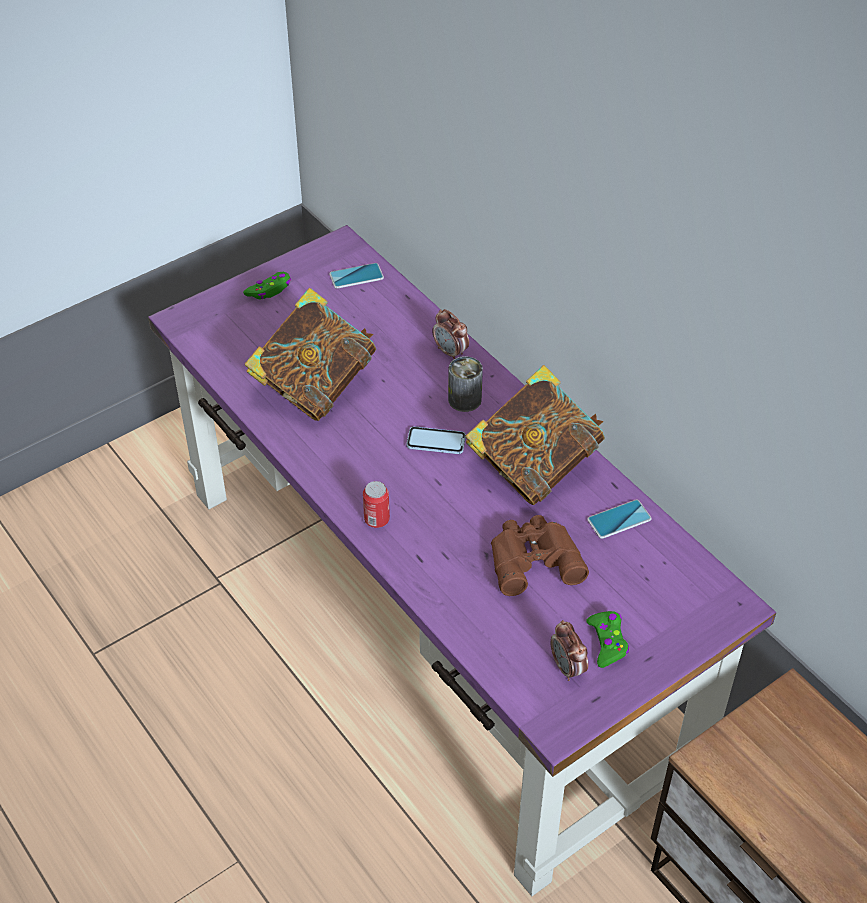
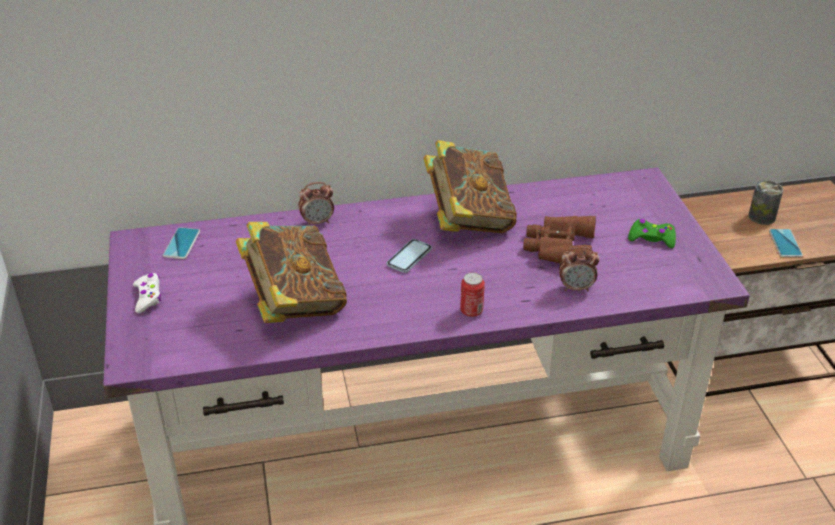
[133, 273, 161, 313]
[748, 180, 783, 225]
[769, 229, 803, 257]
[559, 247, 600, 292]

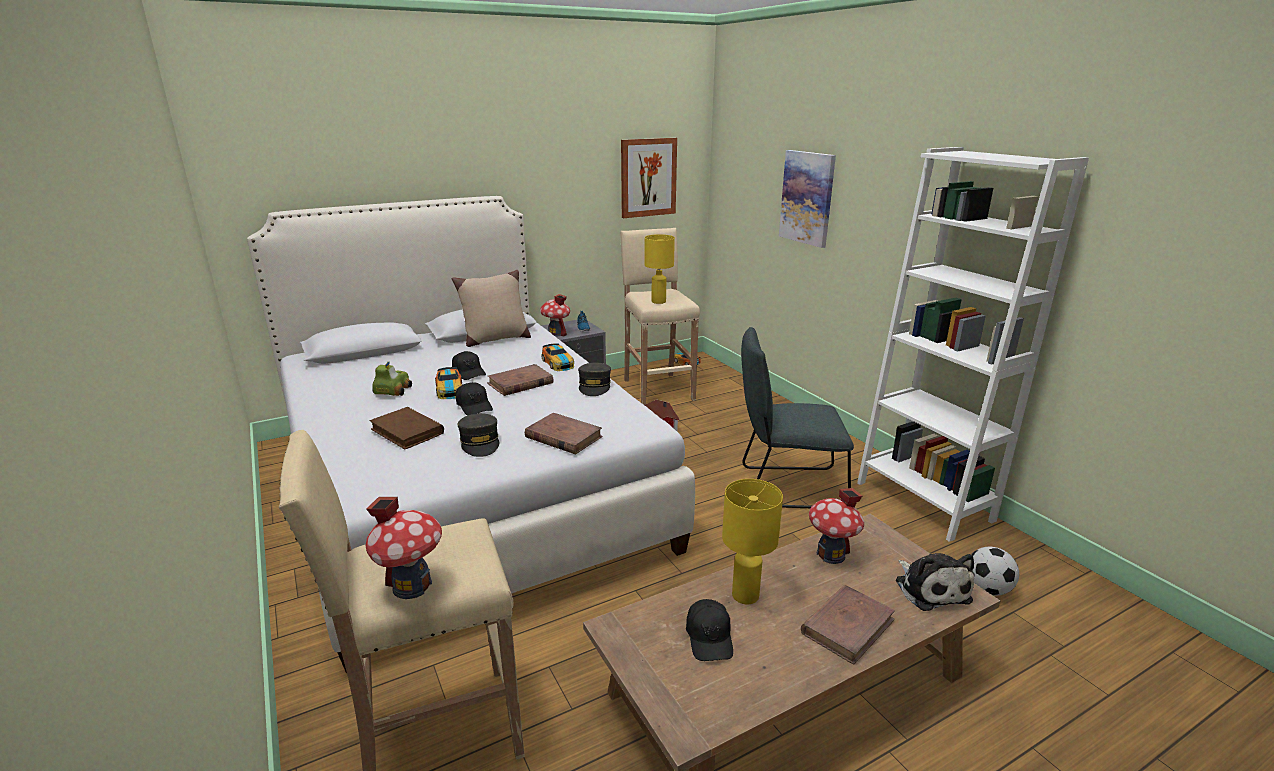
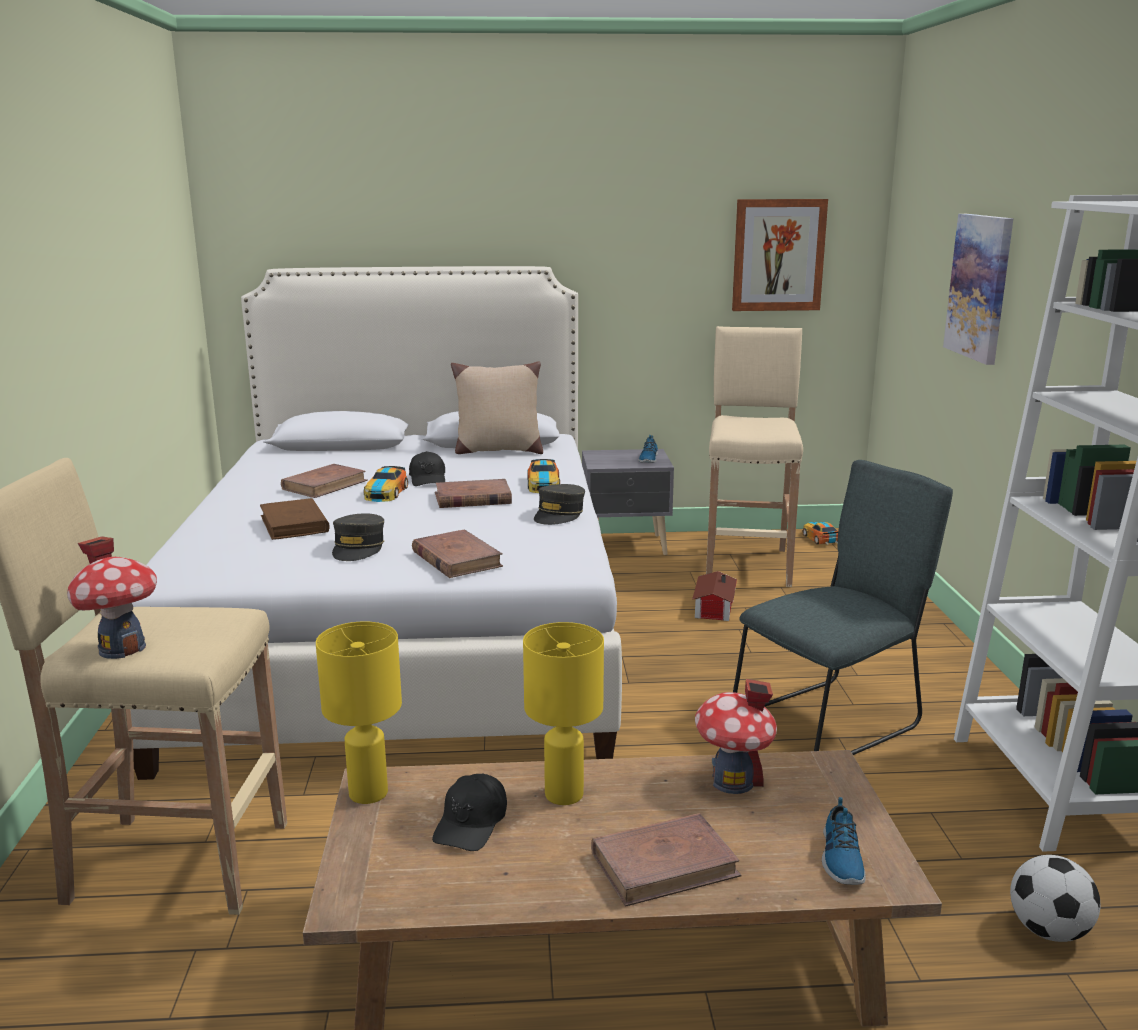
[316, 621, 402, 804]
[540, 294, 570, 337] (first image)
[733, 460, 953, 755]
[281, 464, 368, 498]
[456, 382, 493, 415] (first image)
[822, 797, 866, 885]

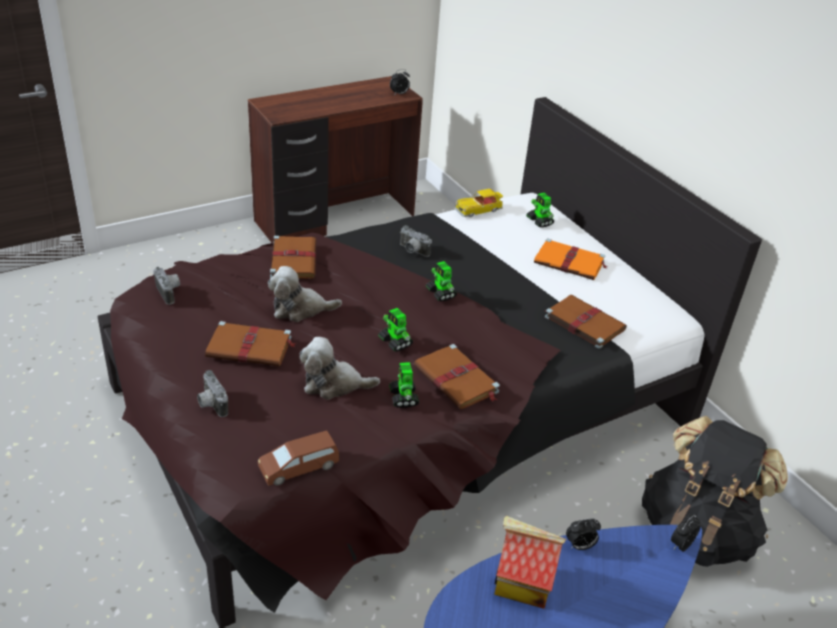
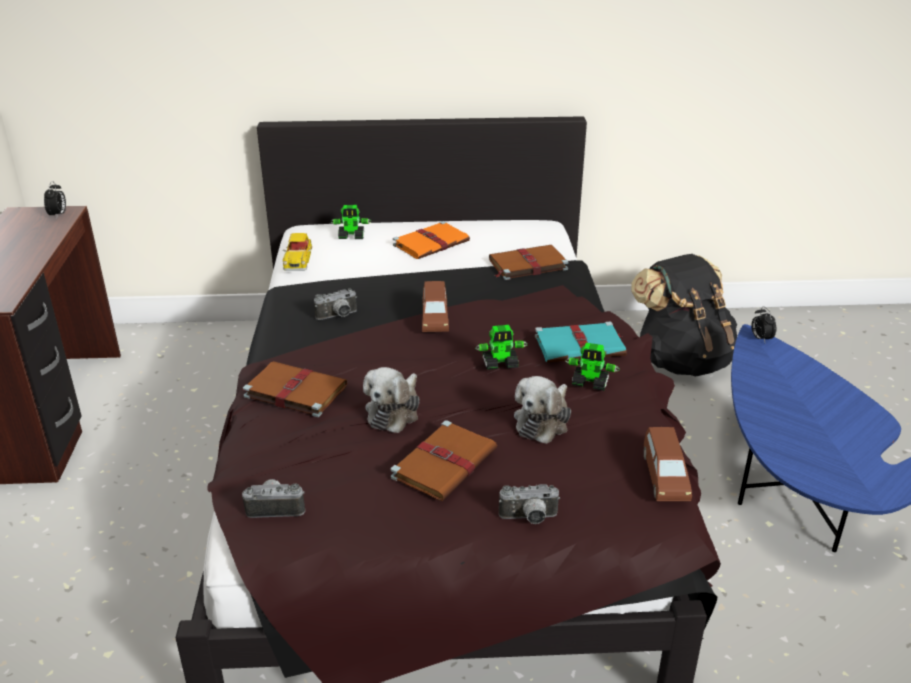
[422, 281, 449, 332]
[535, 322, 627, 362]
[494, 516, 566, 609] (first image)
[566, 518, 601, 550] (first image)

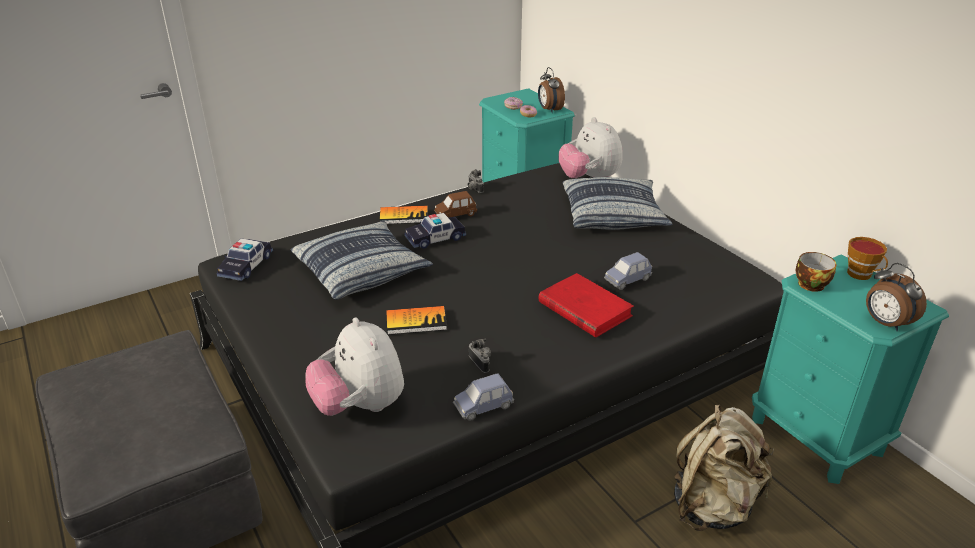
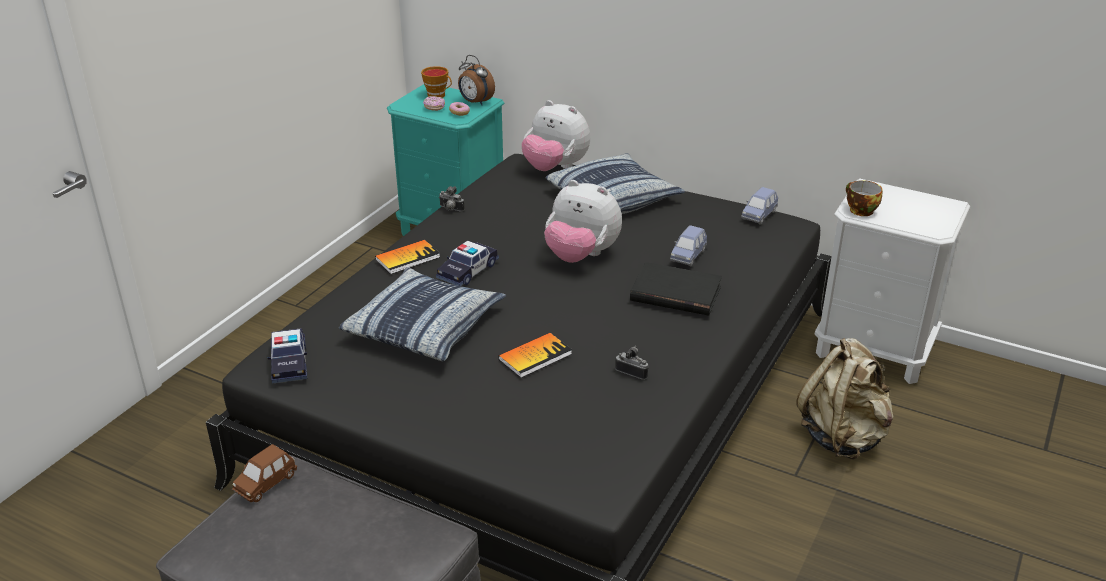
[232, 444, 297, 502]
[421, 66, 452, 98]
[815, 178, 970, 384]
[866, 263, 927, 331] (first image)
[630, 262, 722, 316]
[544, 180, 622, 263]
[741, 187, 778, 225]

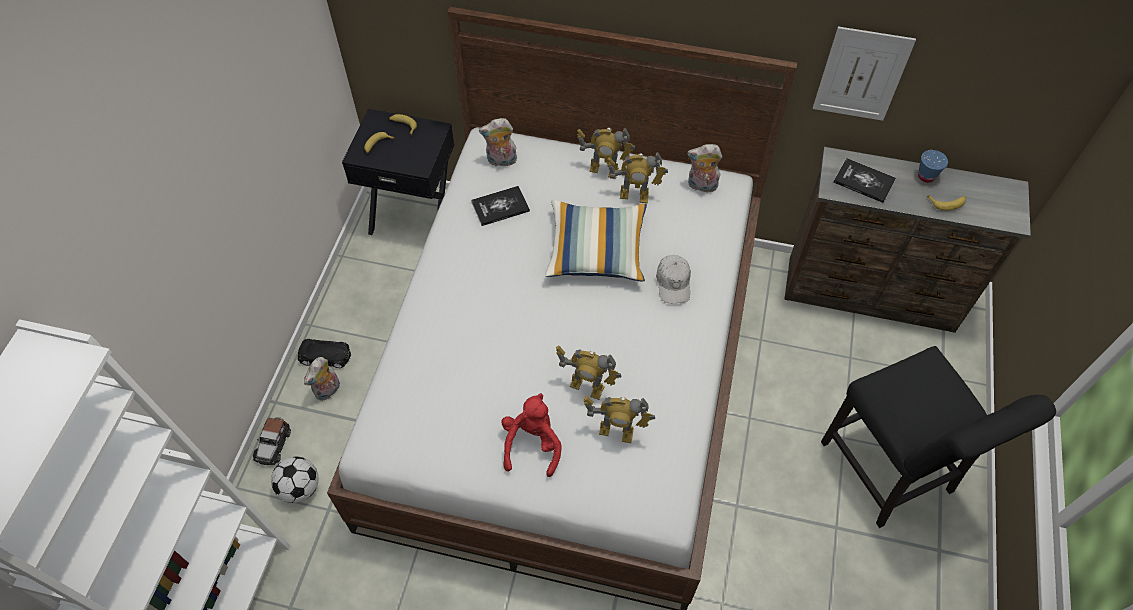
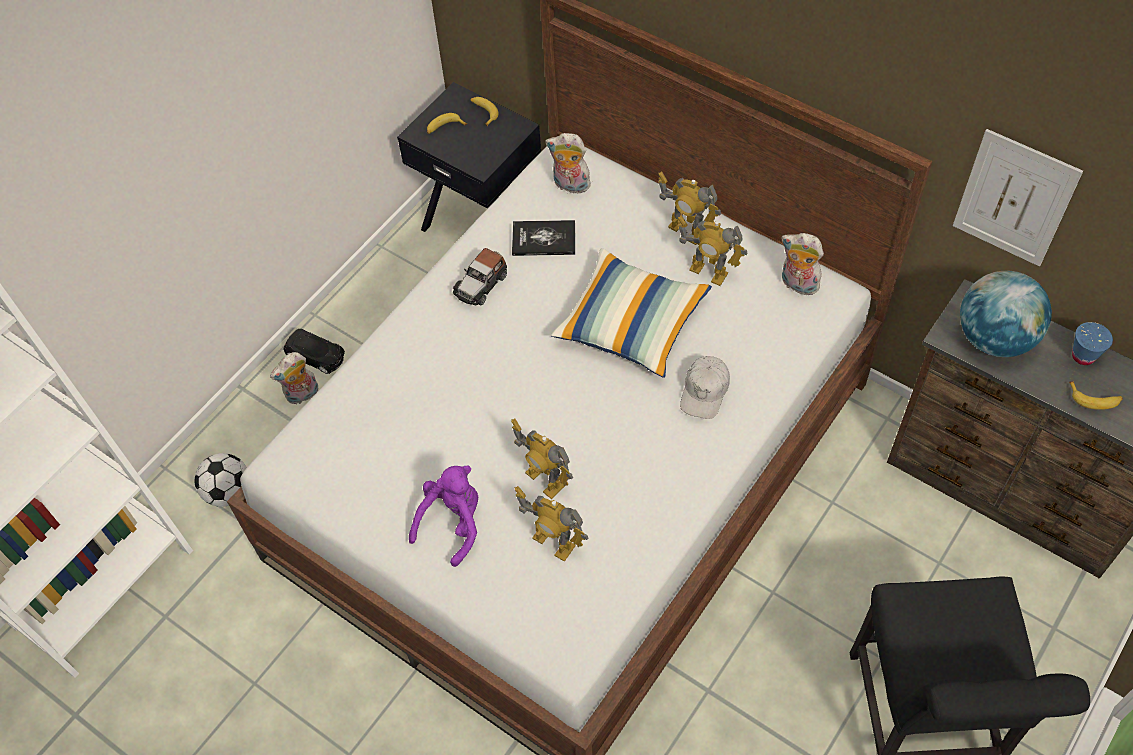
[960, 271, 1052, 357]
[409, 466, 478, 567]
[453, 248, 507, 306]

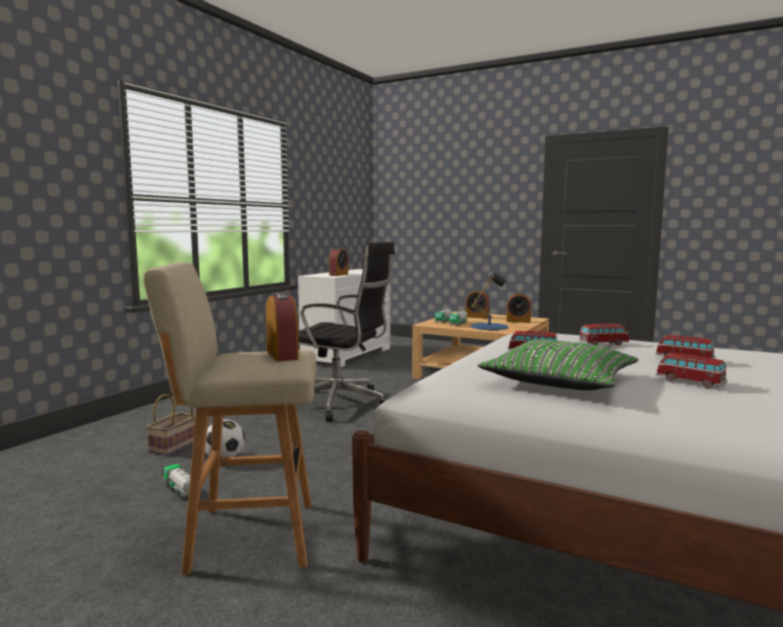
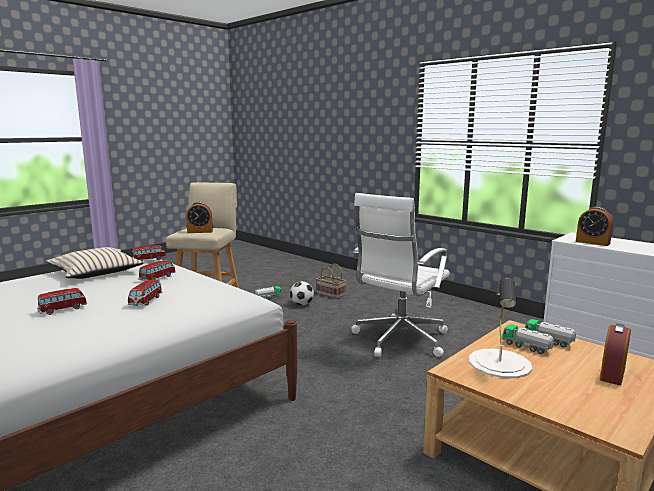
[351, 193, 450, 357]
[469, 278, 533, 378]
[506, 292, 531, 323] (first image)
[46, 247, 144, 279]
[133, 245, 166, 261]

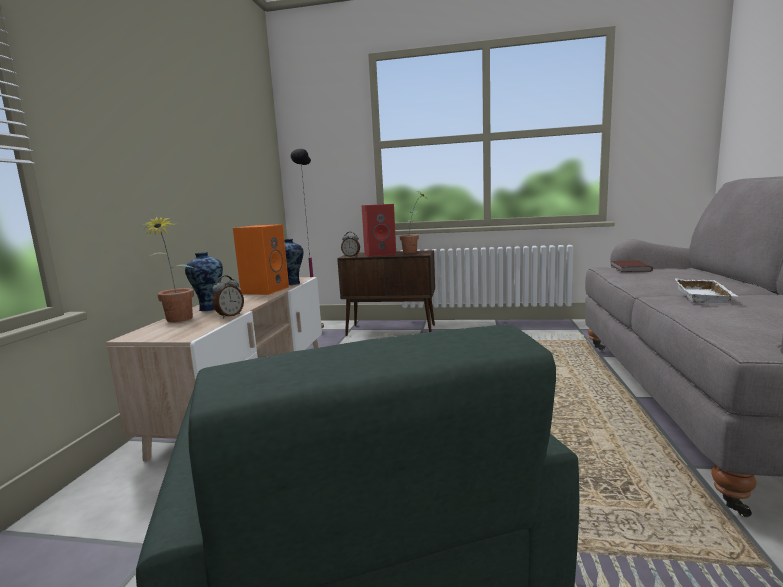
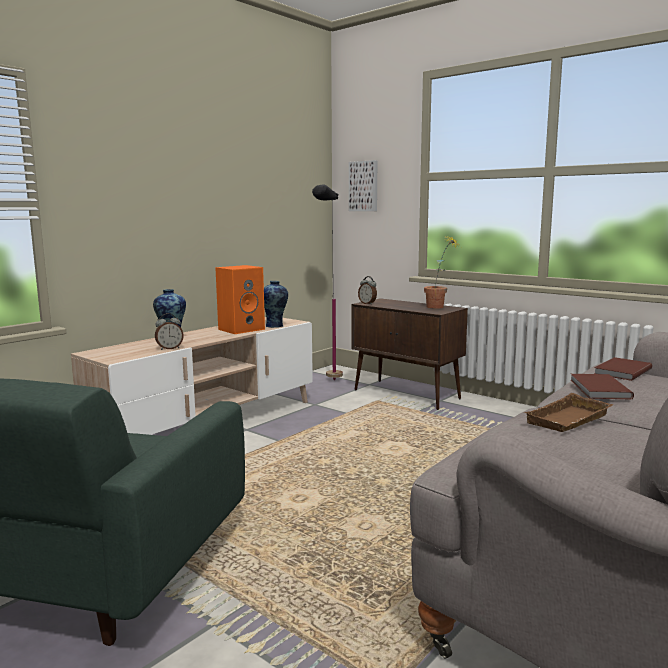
[361, 204, 396, 257] (first image)
[140, 215, 194, 322] (first image)
[524, 393, 614, 432]
[349, 160, 377, 211]
[570, 374, 634, 400]

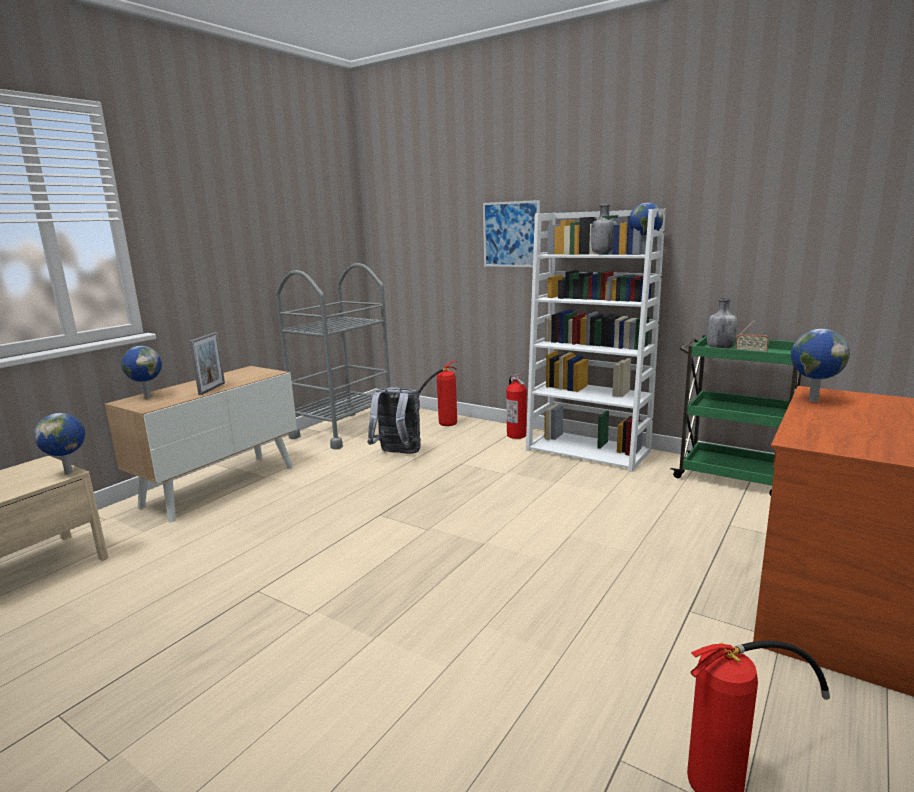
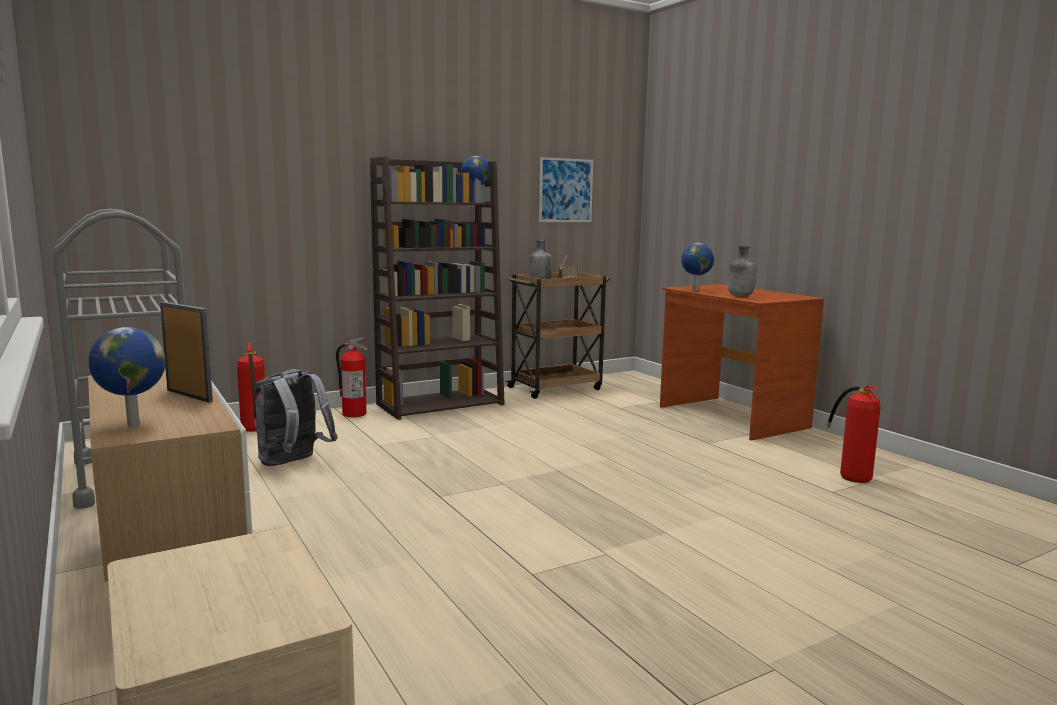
[539, 157, 593, 222]
[728, 245, 756, 296]
[370, 156, 505, 420]
[505, 272, 610, 399]
[34, 413, 85, 474] (first image)

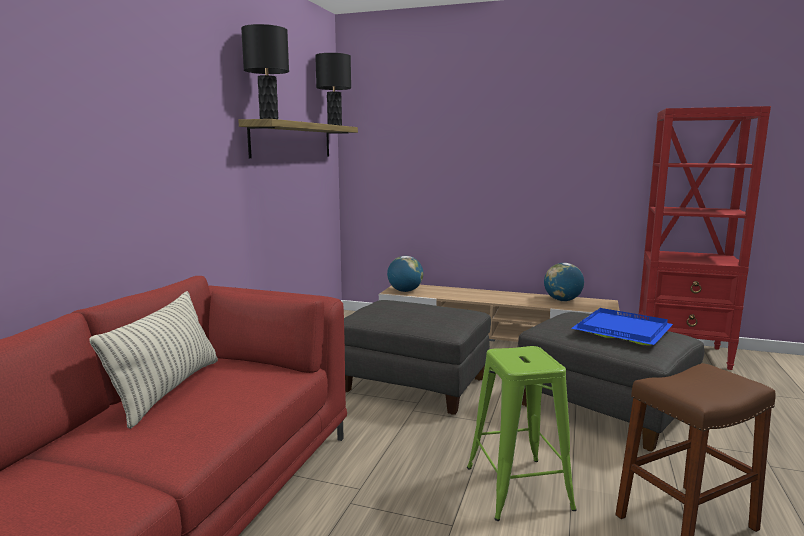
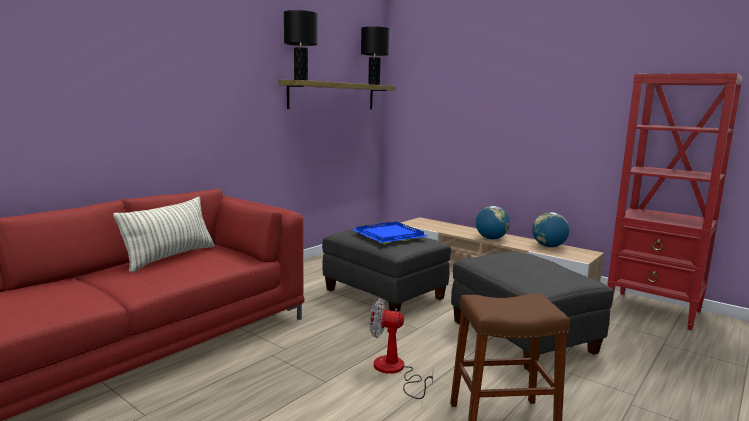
[476, 206, 510, 239]
[353, 221, 428, 244]
[370, 299, 433, 399]

